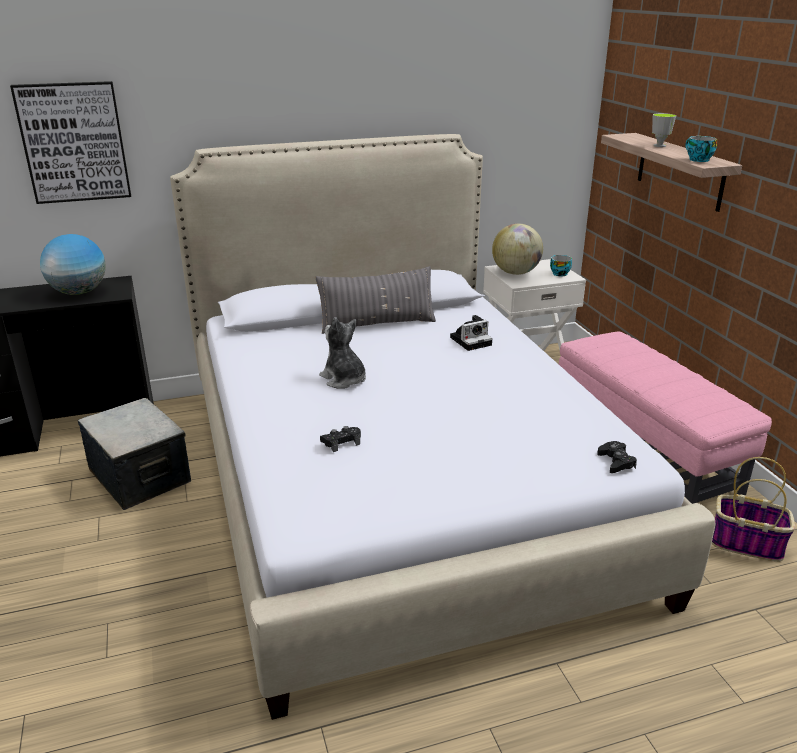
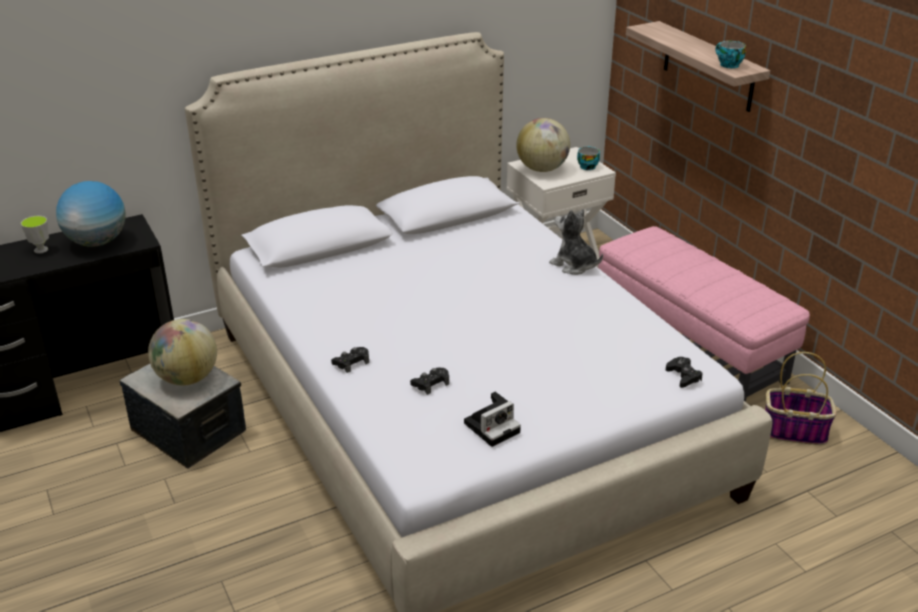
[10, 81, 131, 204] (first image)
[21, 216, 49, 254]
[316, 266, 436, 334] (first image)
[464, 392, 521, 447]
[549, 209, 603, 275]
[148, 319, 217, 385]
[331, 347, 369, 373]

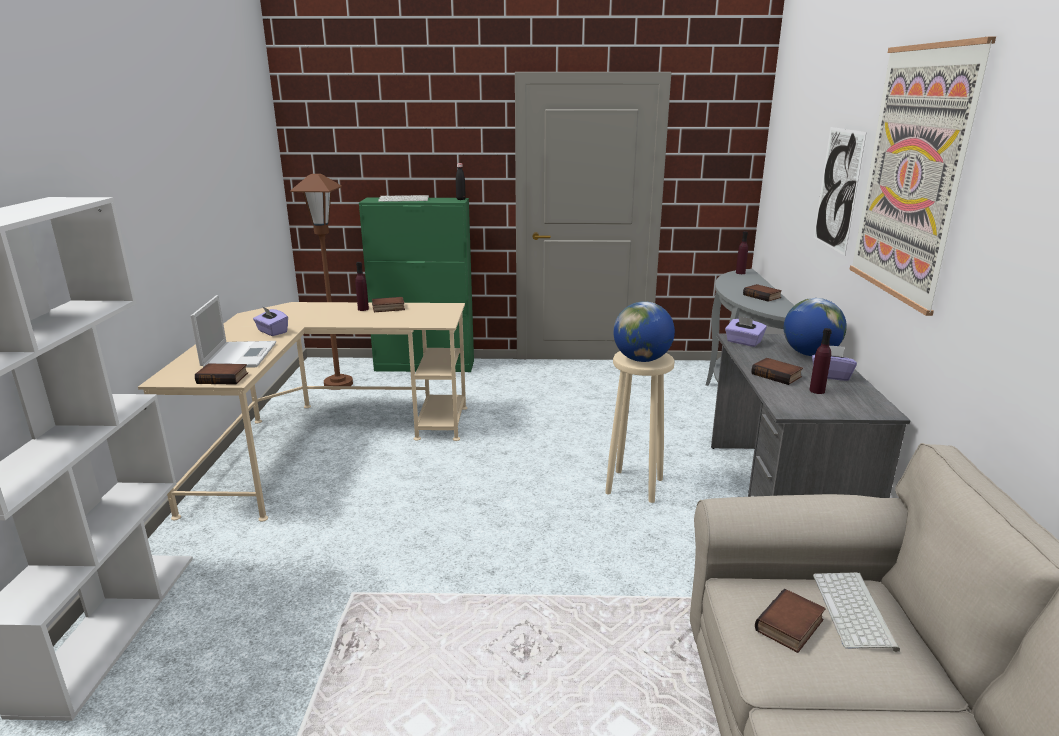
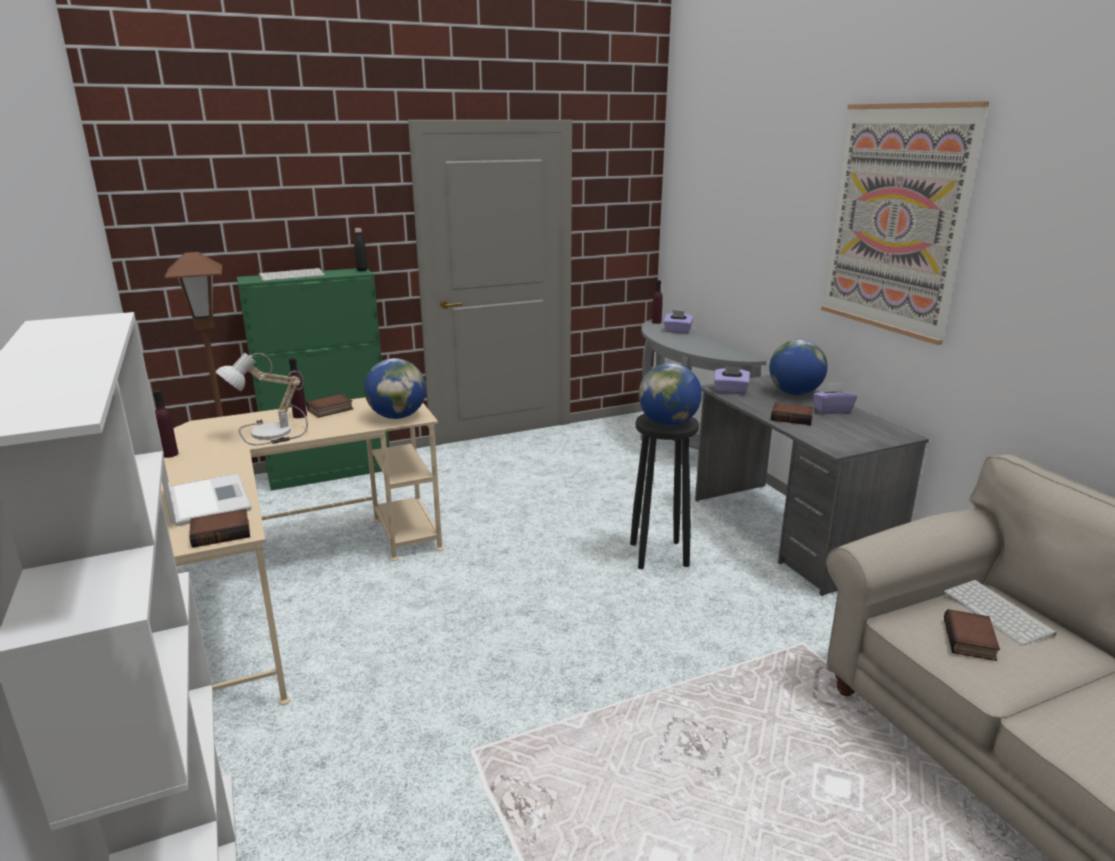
[814, 127, 867, 256] (first image)
[743, 284, 782, 302] (first image)
[663, 310, 694, 333]
[153, 390, 179, 458]
[630, 414, 699, 569]
[216, 353, 308, 445]
[364, 358, 426, 419]

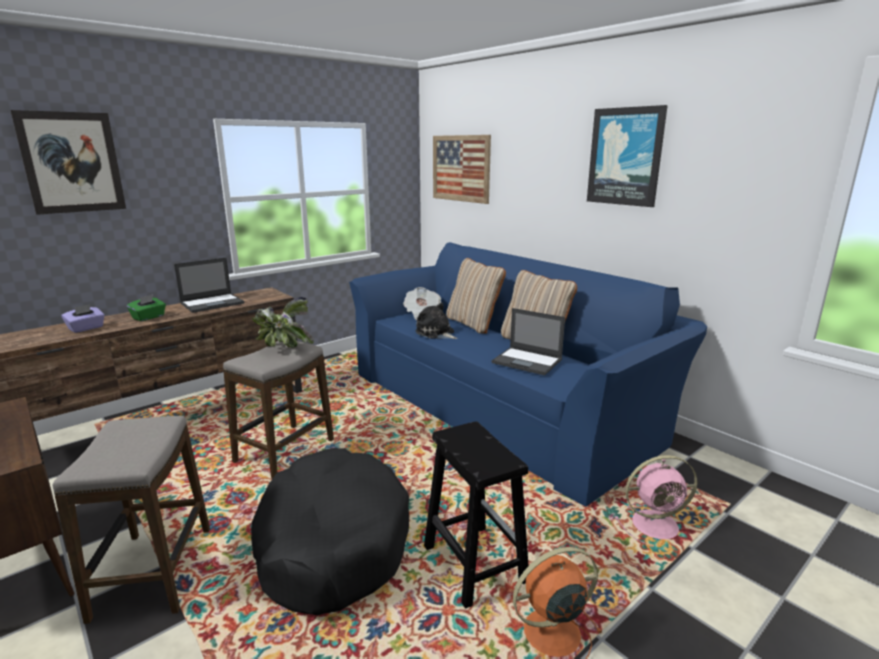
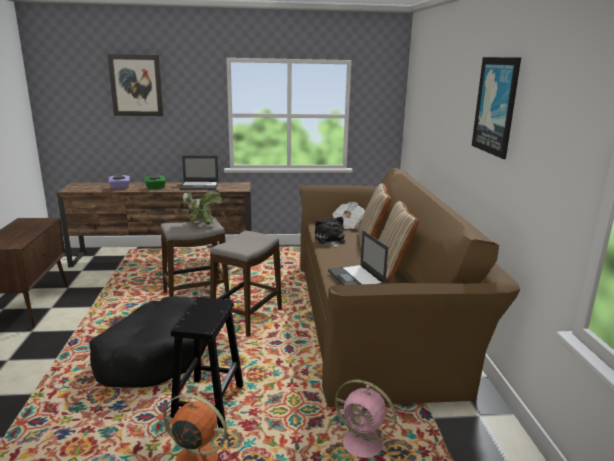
[433, 135, 491, 204] (first image)
[299, 168, 520, 407]
[210, 231, 282, 337]

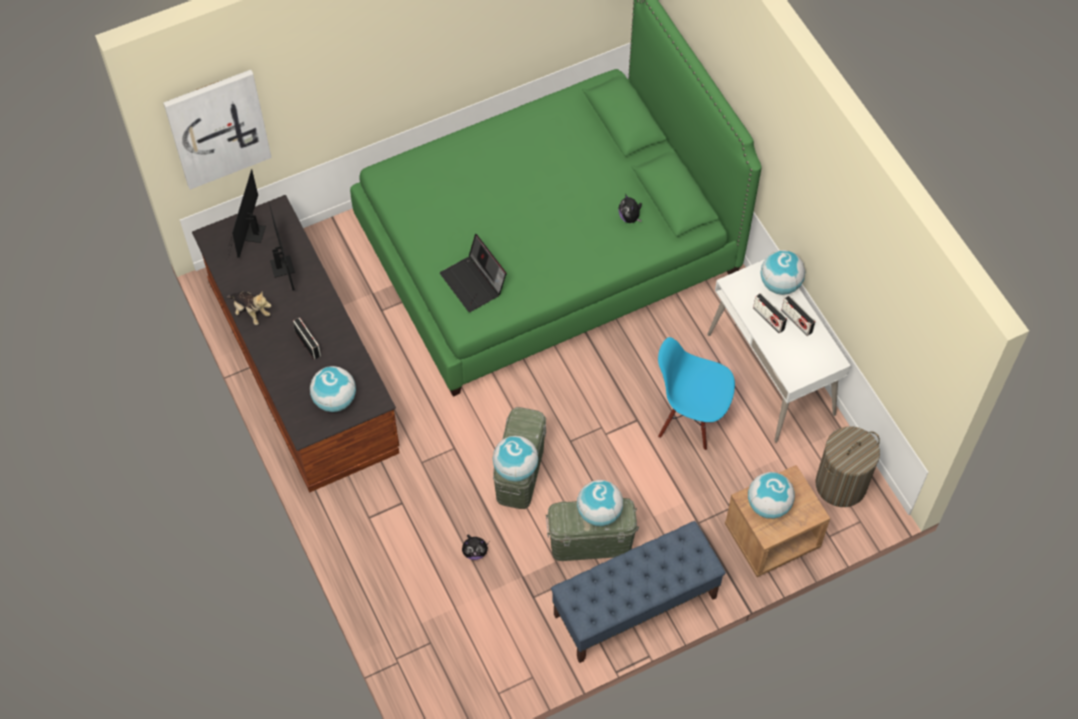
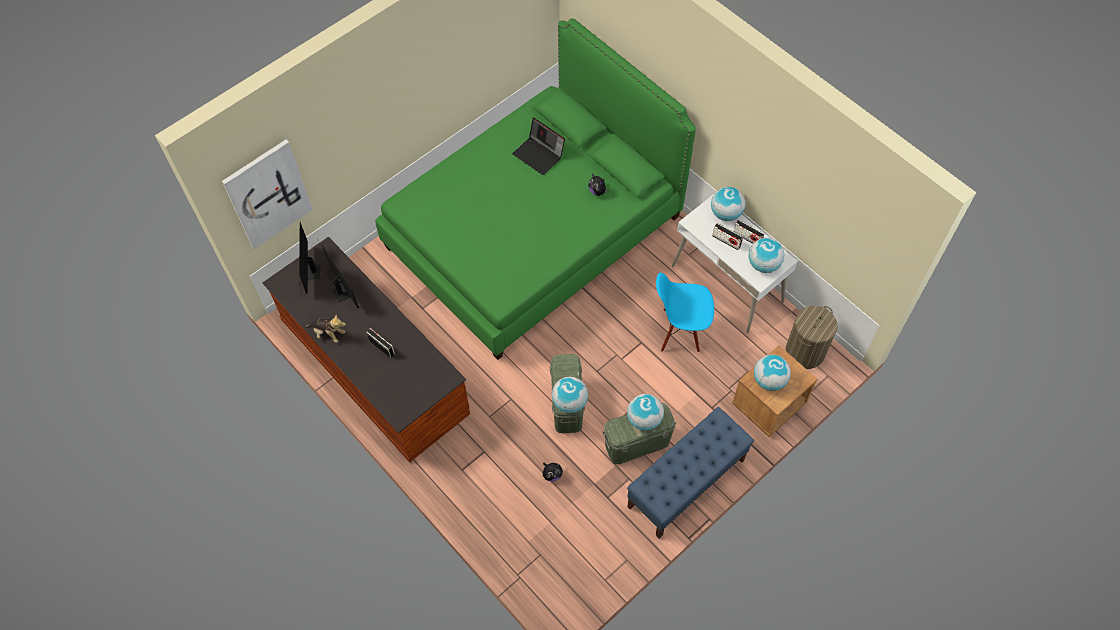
[512, 118, 565, 175]
[748, 238, 784, 273]

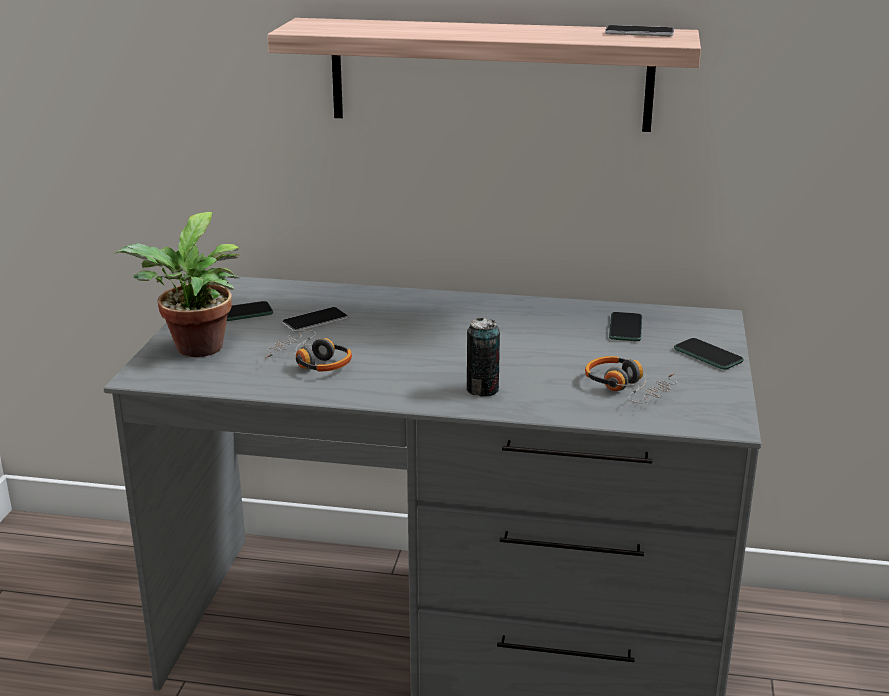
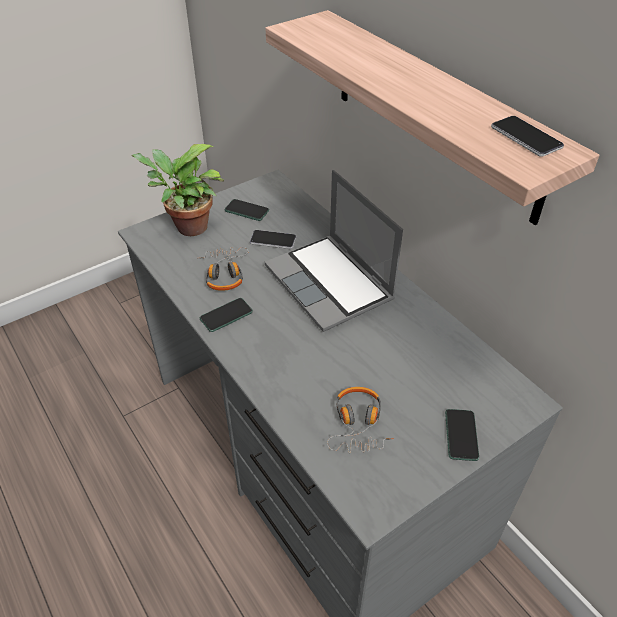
[200, 298, 253, 332]
[467, 318, 500, 397] (first image)
[265, 170, 403, 332]

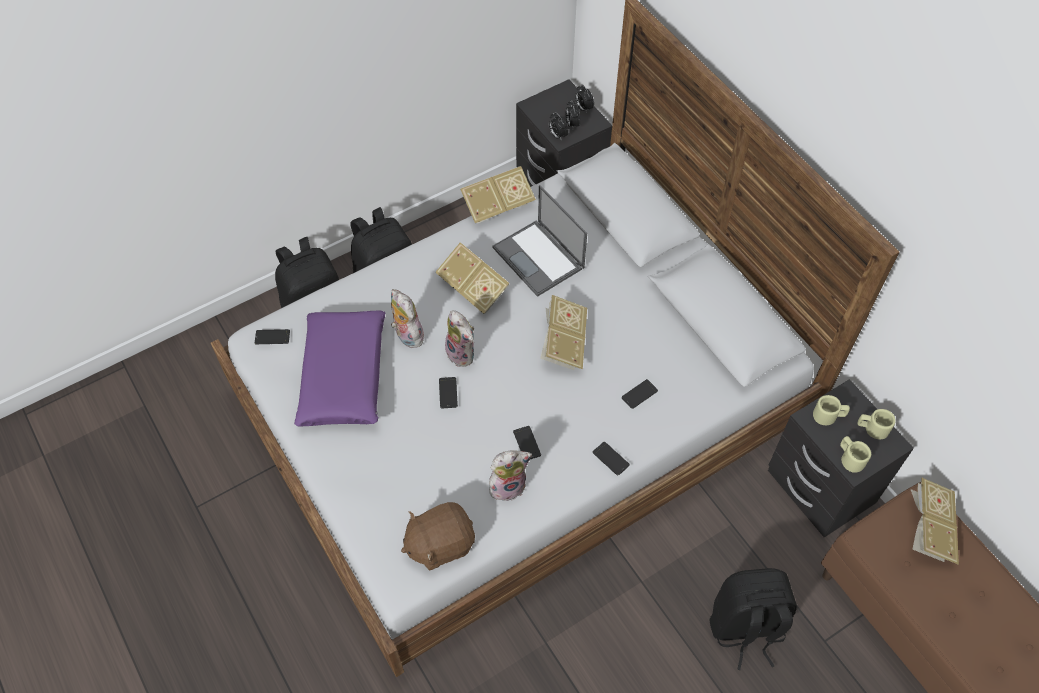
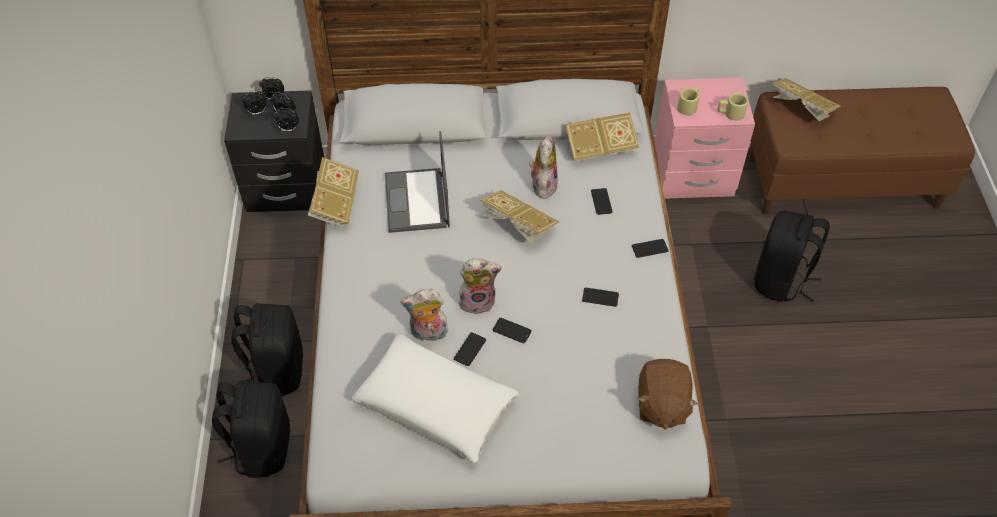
[385, 131, 450, 233]
[565, 112, 639, 162]
[352, 333, 519, 463]
[454, 332, 486, 366]
[654, 78, 755, 199]
[857, 409, 896, 439] (first image)
[529, 135, 558, 199]
[242, 91, 266, 116]

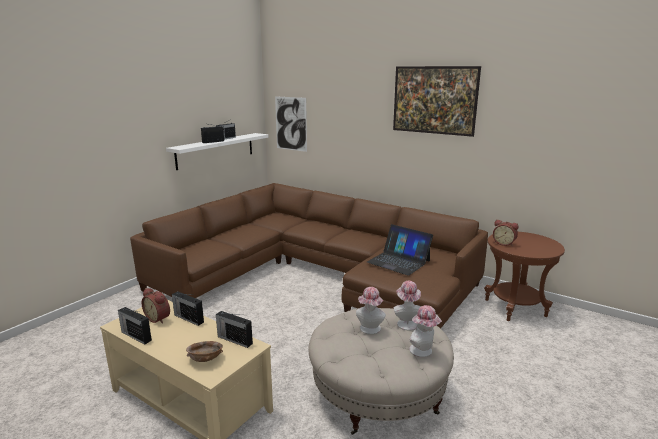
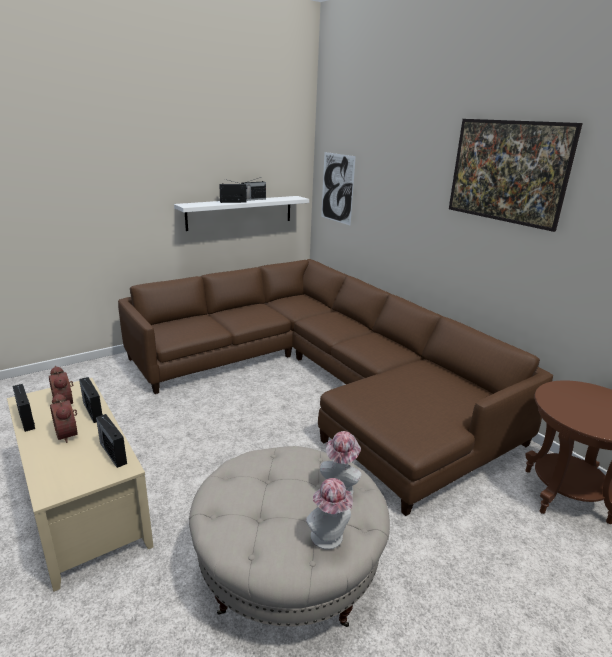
[50, 393, 78, 443]
[367, 224, 433, 276] (first image)
[356, 287, 386, 334] (first image)
[186, 341, 223, 362] (first image)

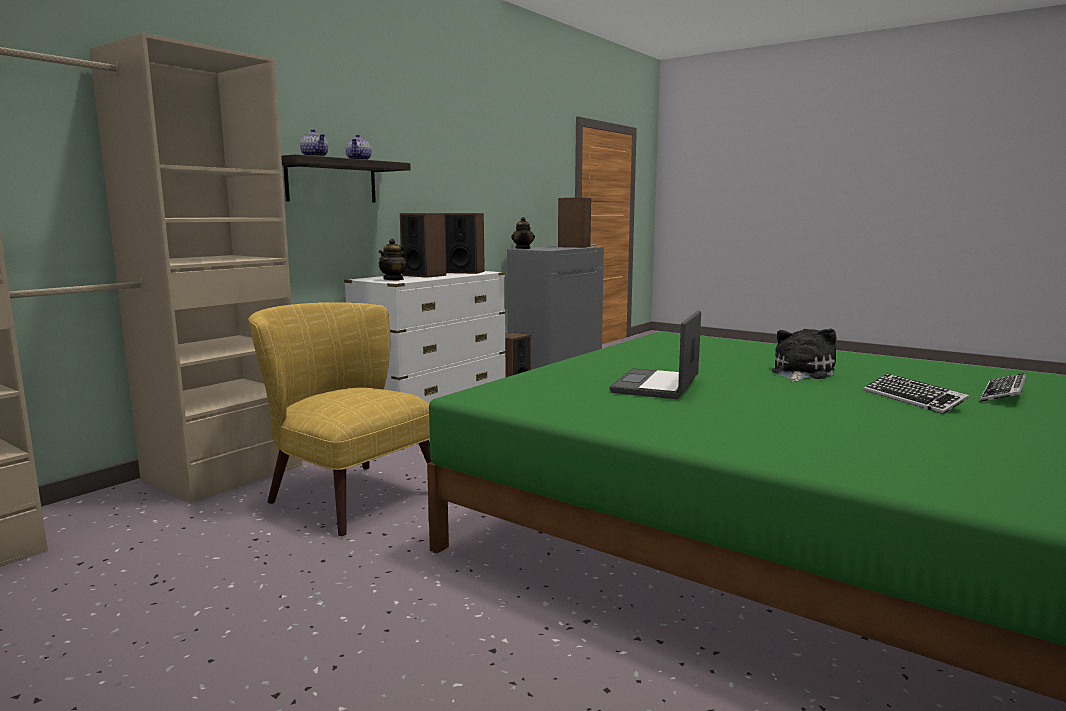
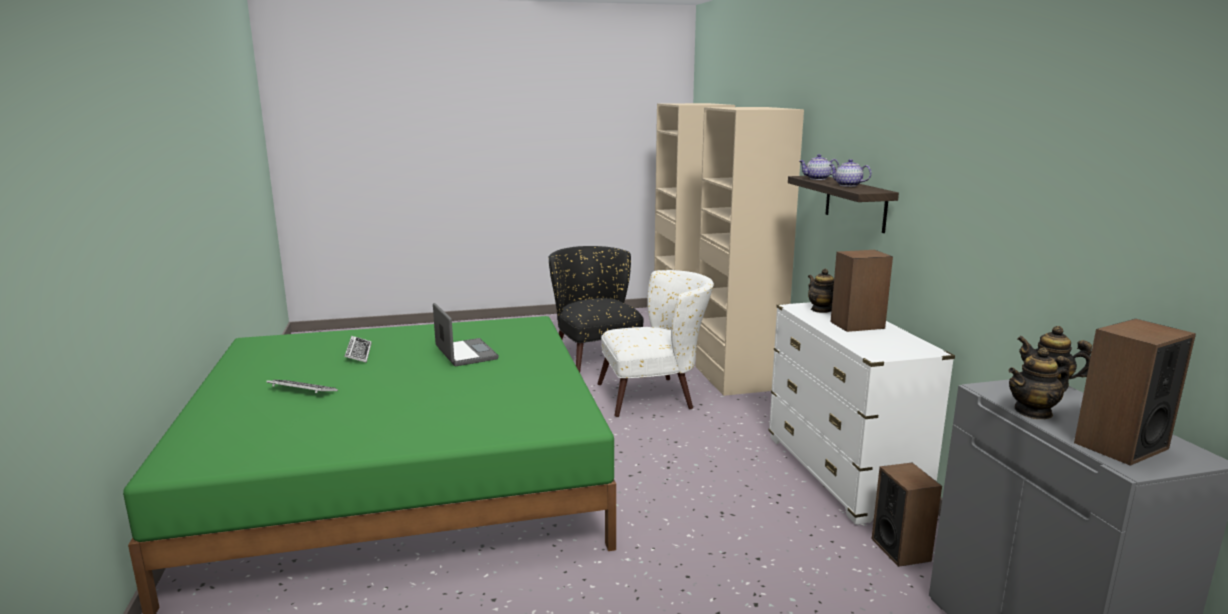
[445, 213, 485, 274] (first image)
[598, 270, 714, 417]
[772, 329, 836, 382] (first image)
[344, 336, 372, 363]
[549, 246, 644, 372]
[1008, 347, 1071, 419]

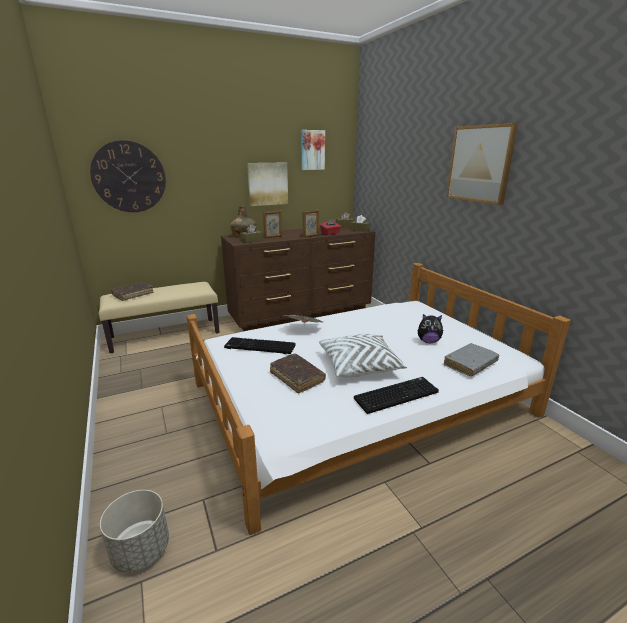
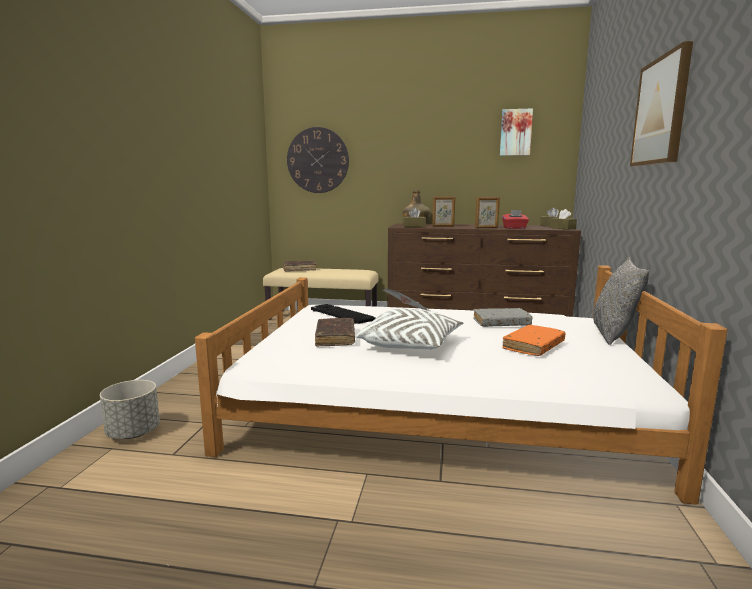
[247, 162, 288, 206] (first image)
[502, 325, 566, 356]
[473, 308, 533, 327]
[354, 377, 439, 414] (first image)
[593, 257, 649, 345]

